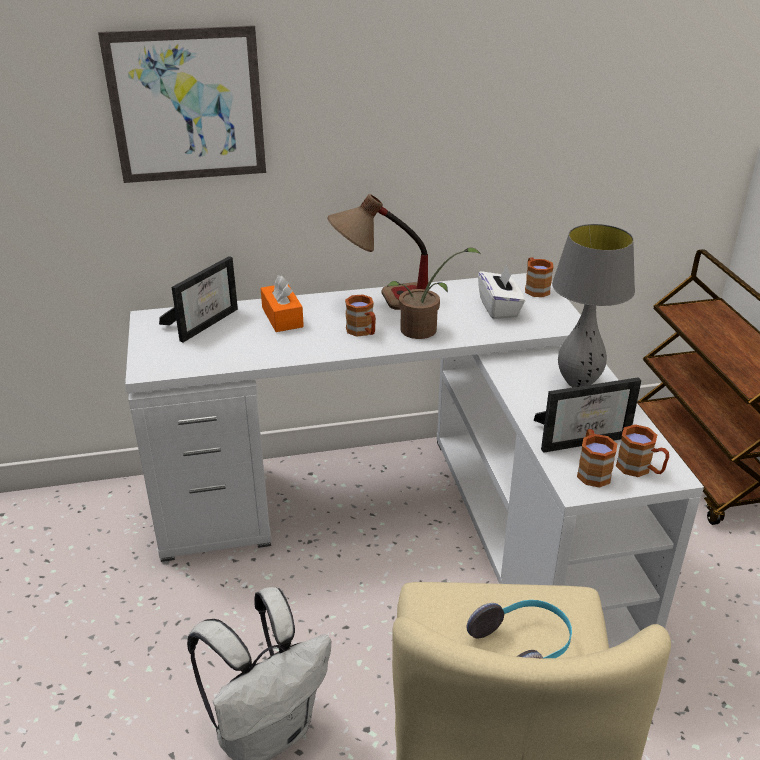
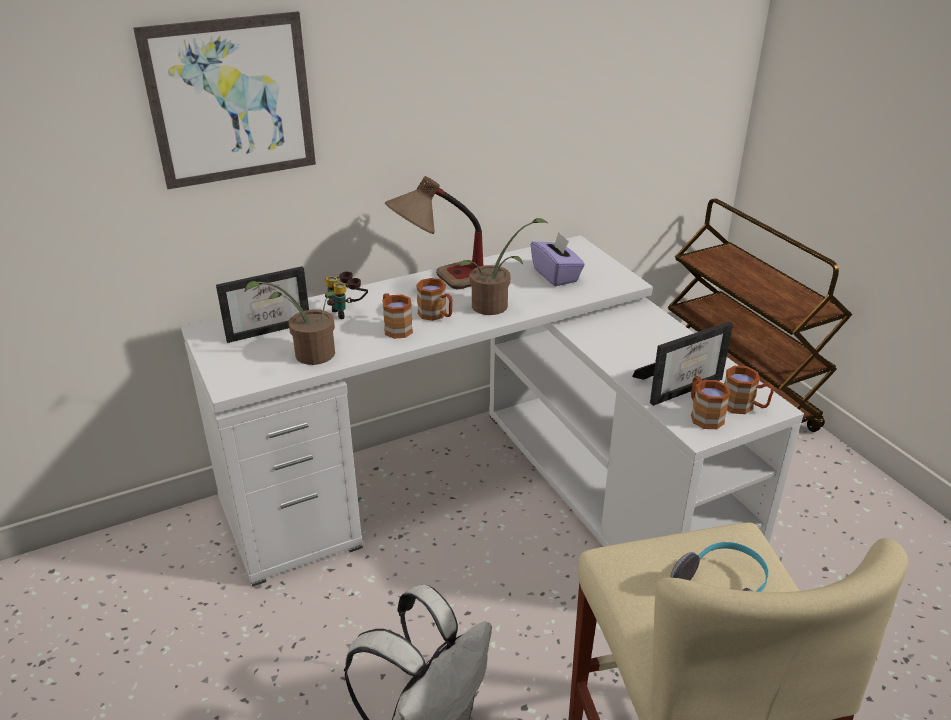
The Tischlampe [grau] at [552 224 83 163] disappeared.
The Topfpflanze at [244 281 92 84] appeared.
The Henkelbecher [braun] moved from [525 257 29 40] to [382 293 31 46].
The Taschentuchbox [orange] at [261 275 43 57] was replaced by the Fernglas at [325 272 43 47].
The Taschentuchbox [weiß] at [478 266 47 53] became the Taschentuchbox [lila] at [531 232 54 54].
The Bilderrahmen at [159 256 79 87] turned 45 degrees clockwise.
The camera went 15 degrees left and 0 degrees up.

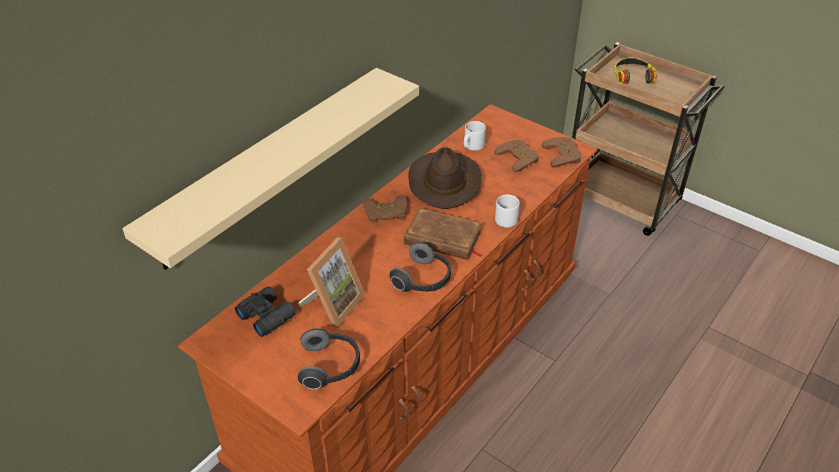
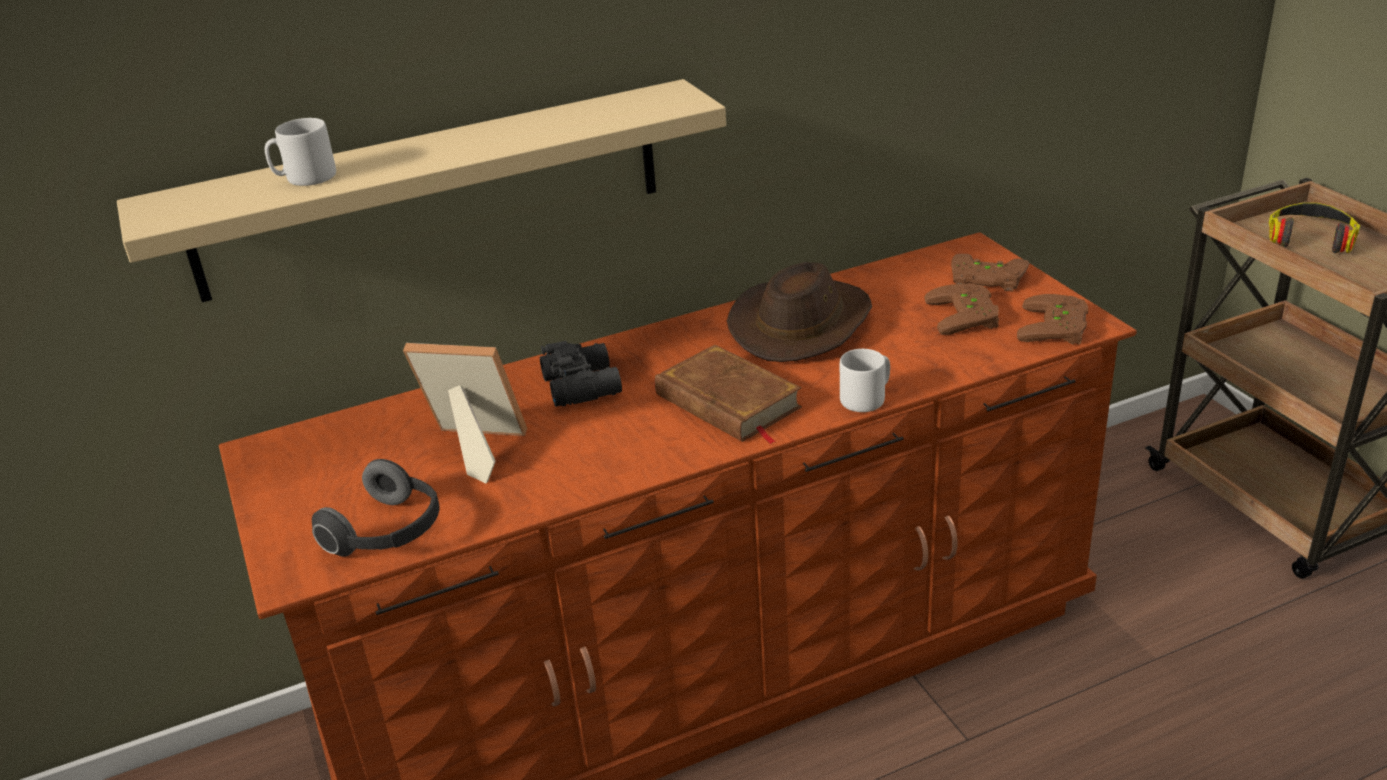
The Kopfhörer at [390 242 61 50] disappeared.
The Fernglas [schwarz] moved from [235 286 61 51] to [540 341 82 66].
The Gamepad [braun] moved from [363 195 44 27] to [951 254 78 38].
The Henkelbecher [grau] moved from [464 121 22 30] to [265 118 71 68].
The Bilderrahmen at [298 237 67 91] turned 135 degrees counterclockwise.
The camera went 30 degrees right and 10 degrees down.

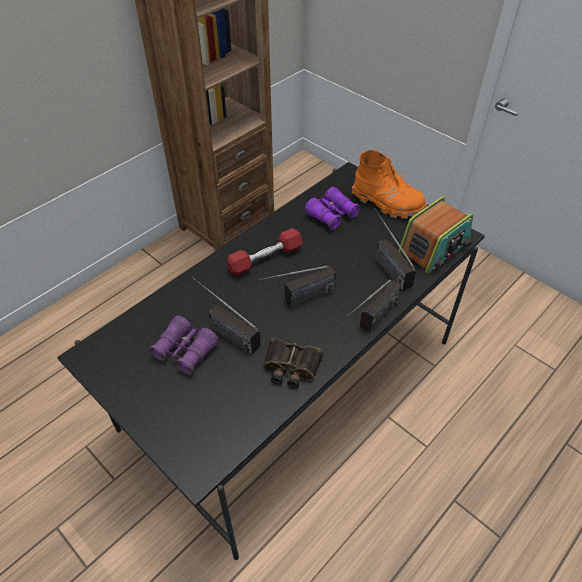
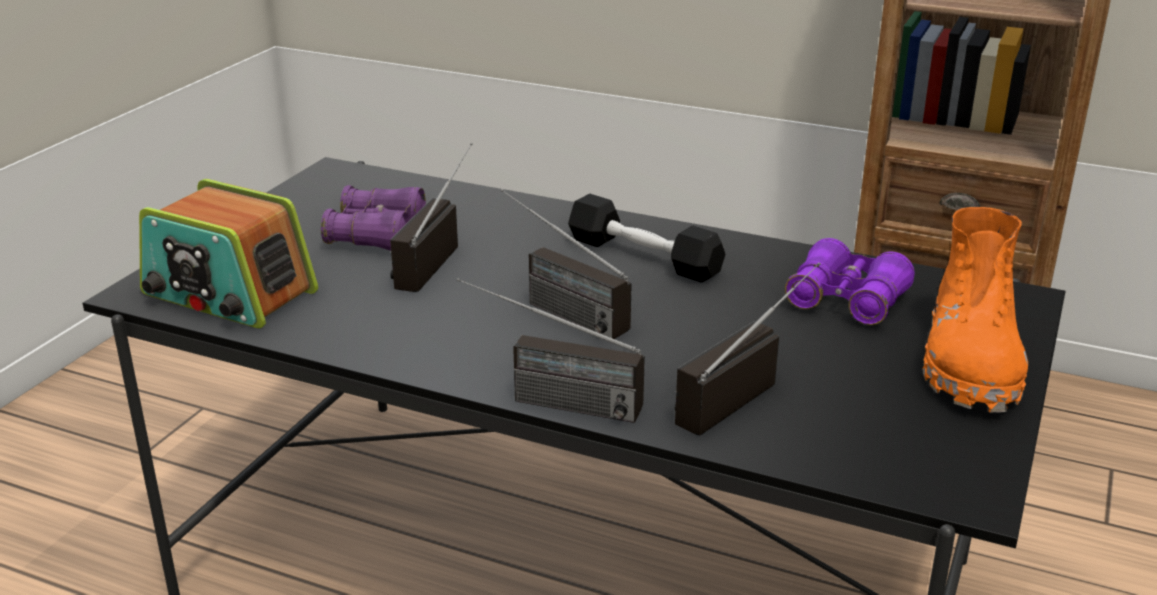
The Fernglas at [263 338 61 50] disappeared.
The Radio moved from [398 197 75 77] to [139 179 179 149].
The Hantel [rot] at [227 228 76 48] became the Hantel [schwarz] at [568 194 158 88].
The camera went 70 degrees right and 20 degrees down.

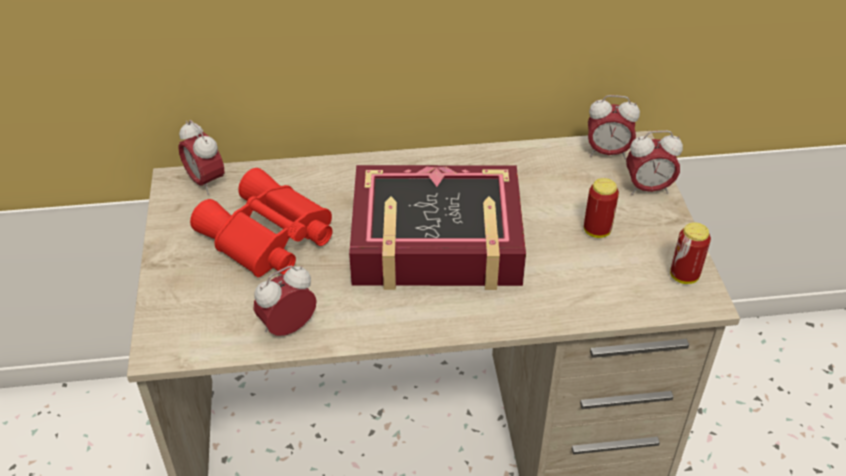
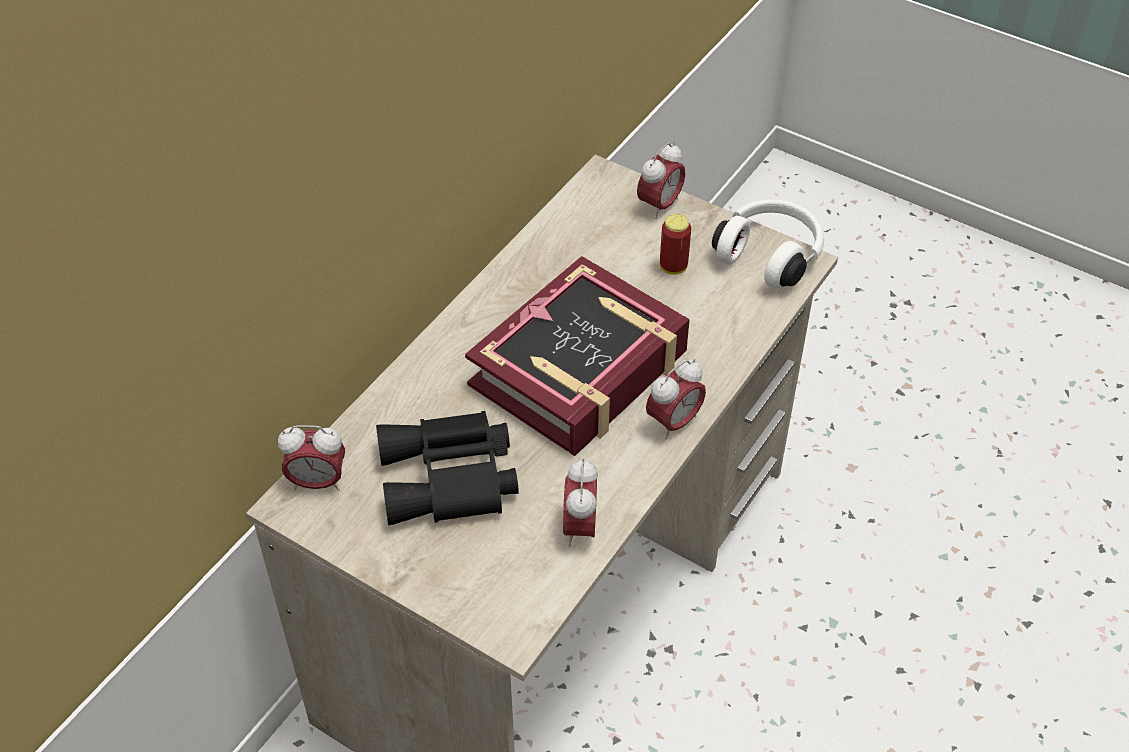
The Wecker moved from [588 95 52 64] to [646 359 60 80].
The Dose at [670 222 41 62] was replaced by the Kopfhörer [weiß] at [712 199 112 90].
The Fernglas [rot] at [190 168 142 109] became the Fernglas [schwarz] at [376 411 143 114].
The camera went 50 degrees left and 5 degrees up.

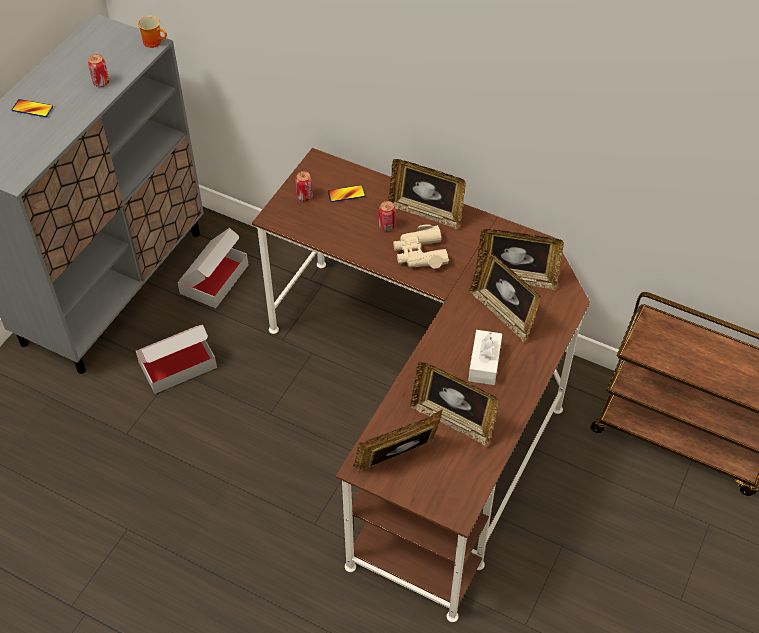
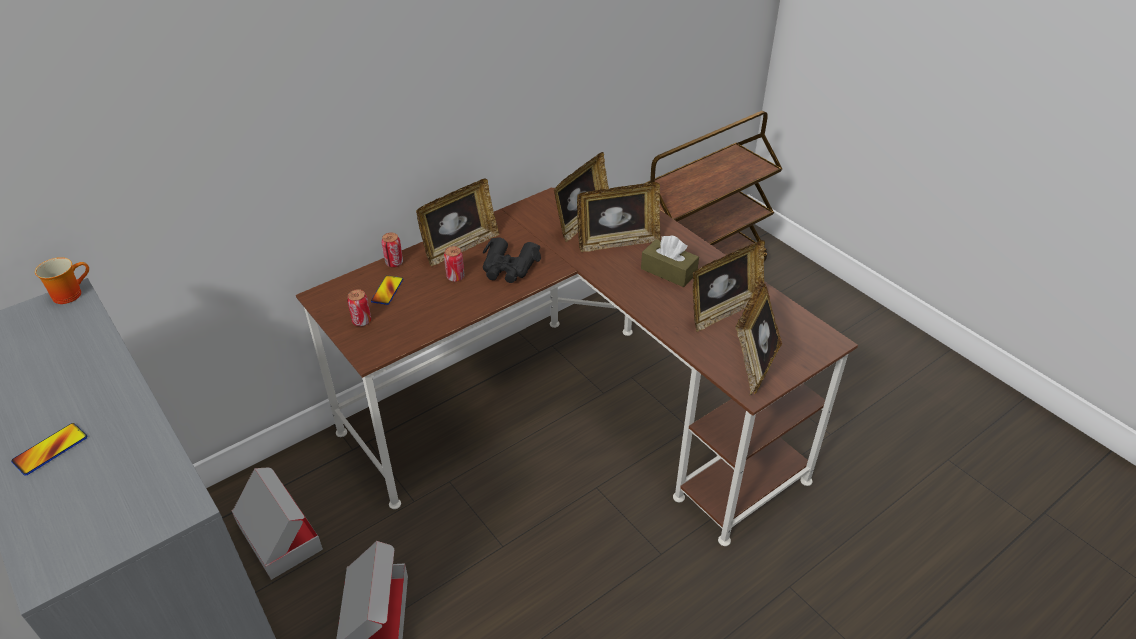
The Dose moved from [88 54 21 33] to [382 232 21 36].
The Fernglas [beige] at [393 224 56 45] became the Fernglas [schwarz] at [482 237 59 46].
The Taschentuchbox [weiß] at [468 330 34 55] became the Taschentuchbox [braun] at [641 235 58 52].
The camera went 65 degrees left and 10 degrees down.

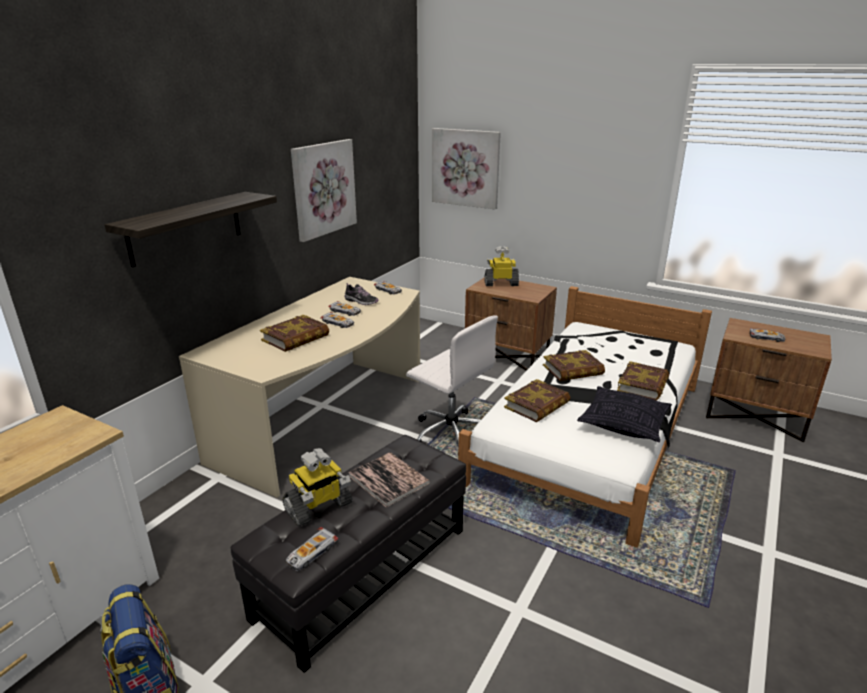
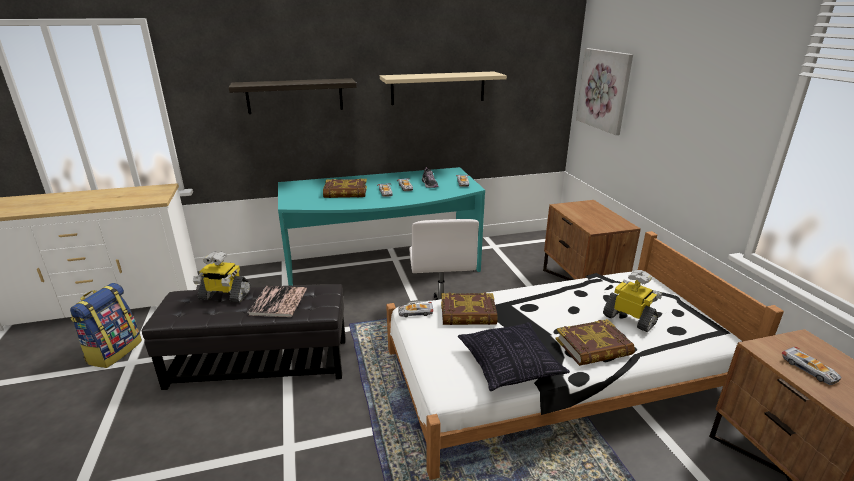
The Buch at [543 350 62 31] disappeared.
The Spielzeugauto moved from [286 527 52 44] to [398 302 35 15].
The Spielzeugroboter moved from [484 246 35 40] to [603 270 59 62].
The Bild at [291 139 66 103] was replaced by the Wandregal [beige] at [380 71 127 34].
The Schreibtisch [beige] at [179 277 241 220] became the Schreibtisch [türkis] at [278 167 207 119].
The camera went 45 degrees right and 0 degrees up.

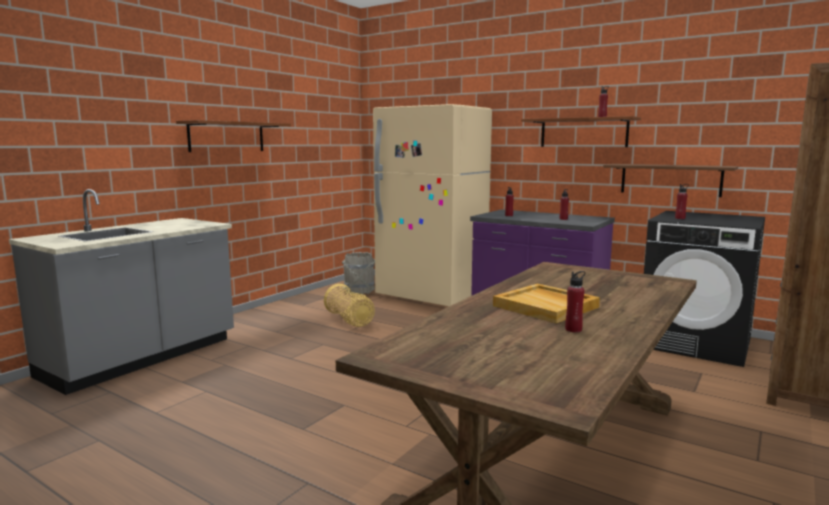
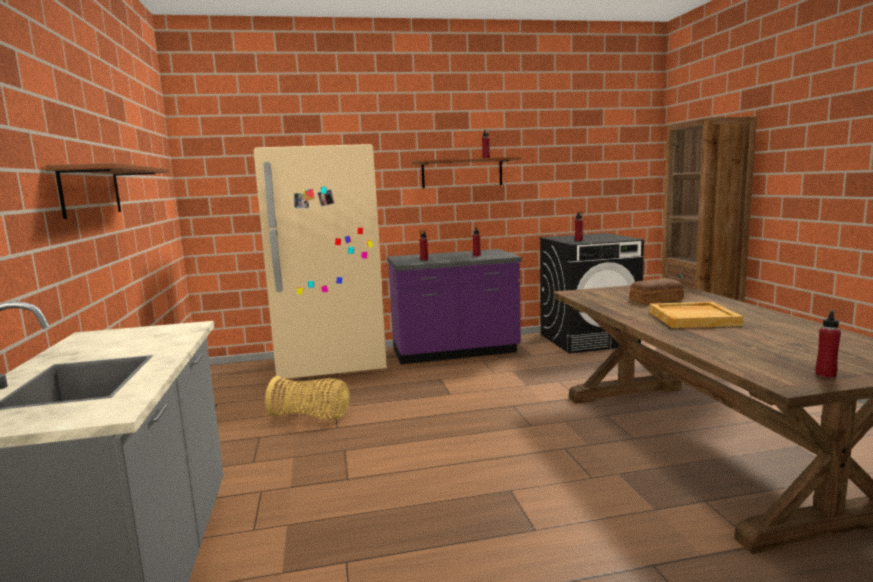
The Eimer [grau] at [342 252 33 42] disappeared.
The Wandregal [braun] at [603 164 135 33] disappeared.
The Brot at [629 278 55 26] appeared.
The Flasche [rot] moved from [565 271 21 61] to [815 310 26 68].
The camera went 45 degrees left and 0 degrees up.

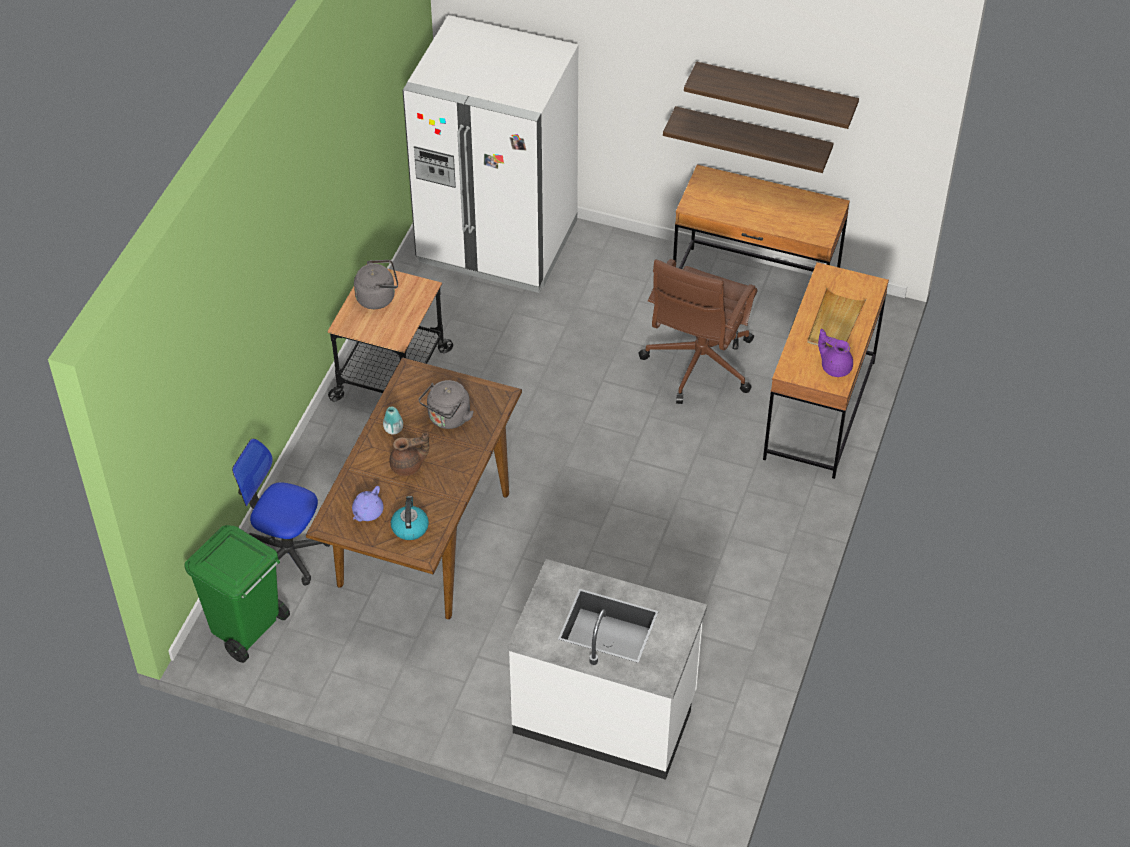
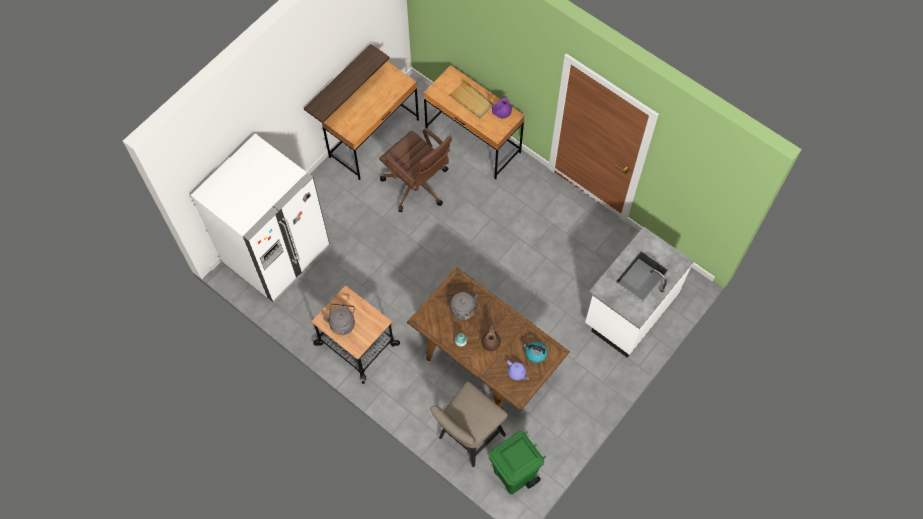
The Wandregal at [684 62 175 67] disappeared.
The Bürostuhl at [232 439 98 146] was replaced by the Hocker [beige] at [430 381 78 86].
The camera went 70 degrees left and 15 degrees up.

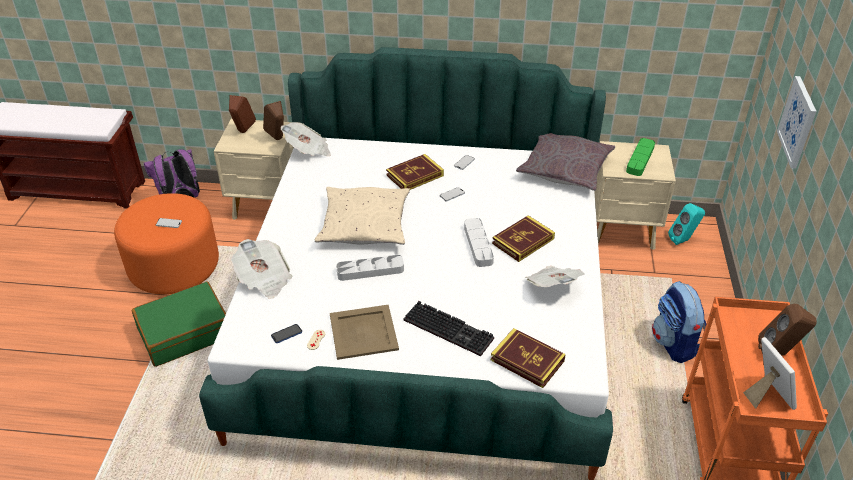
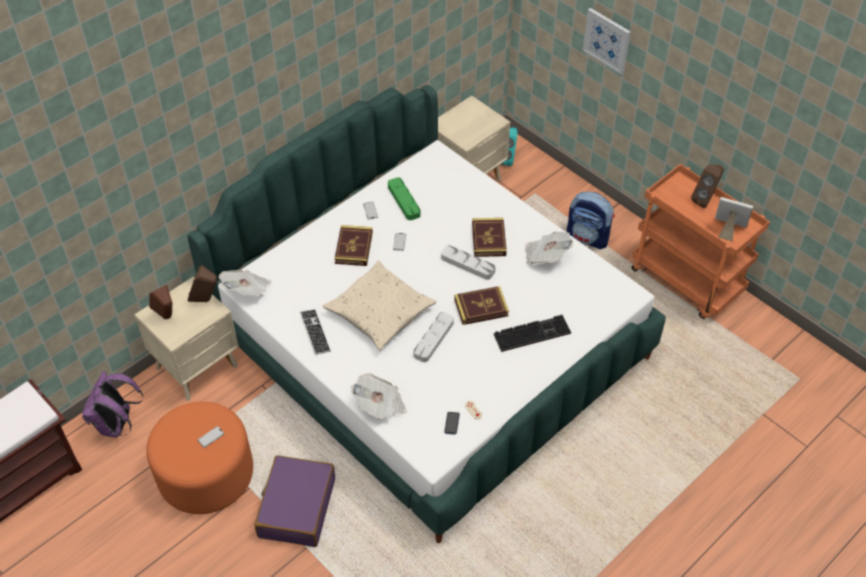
The Tablett [beige] at [330 305 69 55] disappeared.
The Kissen [grau] at [516 133 99 58] disappeared.
The Tastatur at [300 309 31 45] appeared.
The Buch moved from [491 328 75 60] to [454 286 55 39].
The Tablett [grün] moved from [626 138 29 38] to [388 177 33 43].
The Koffer [grün] at [132 282 94 85] became the Koffer [lila] at [255 455 80 92].
The camera went 50 degrees left and 10 degrees up.

